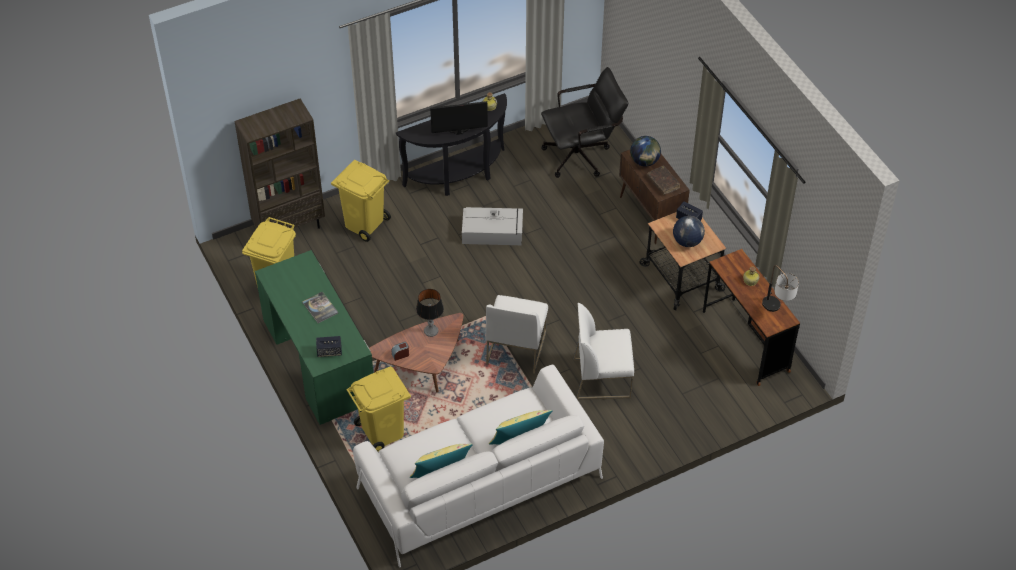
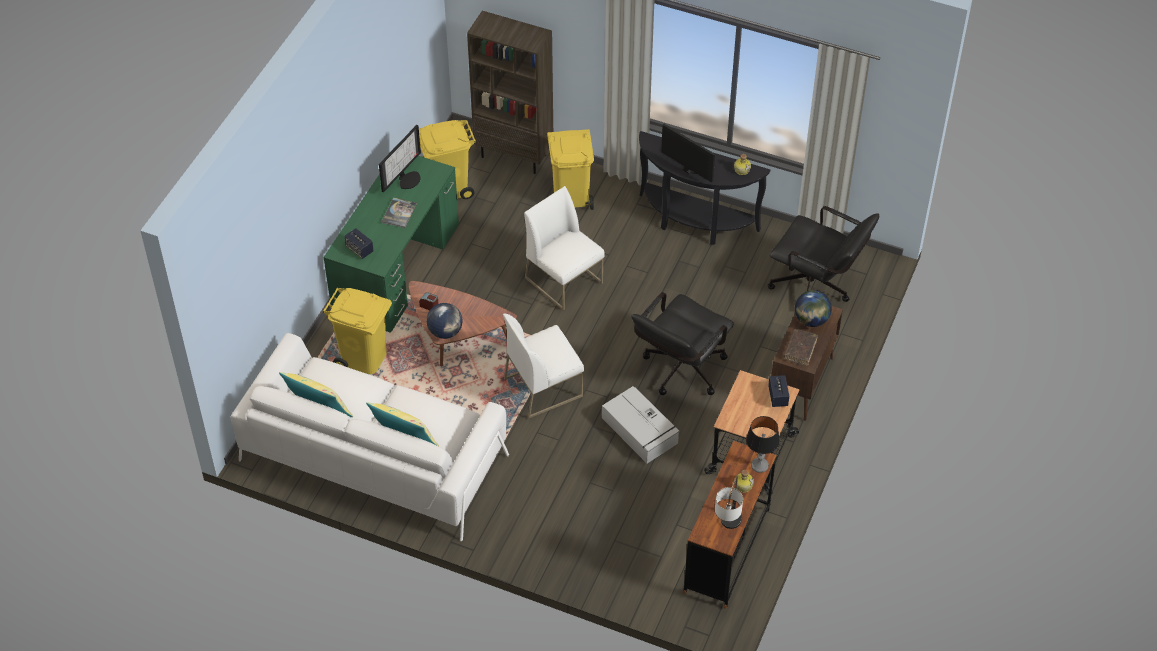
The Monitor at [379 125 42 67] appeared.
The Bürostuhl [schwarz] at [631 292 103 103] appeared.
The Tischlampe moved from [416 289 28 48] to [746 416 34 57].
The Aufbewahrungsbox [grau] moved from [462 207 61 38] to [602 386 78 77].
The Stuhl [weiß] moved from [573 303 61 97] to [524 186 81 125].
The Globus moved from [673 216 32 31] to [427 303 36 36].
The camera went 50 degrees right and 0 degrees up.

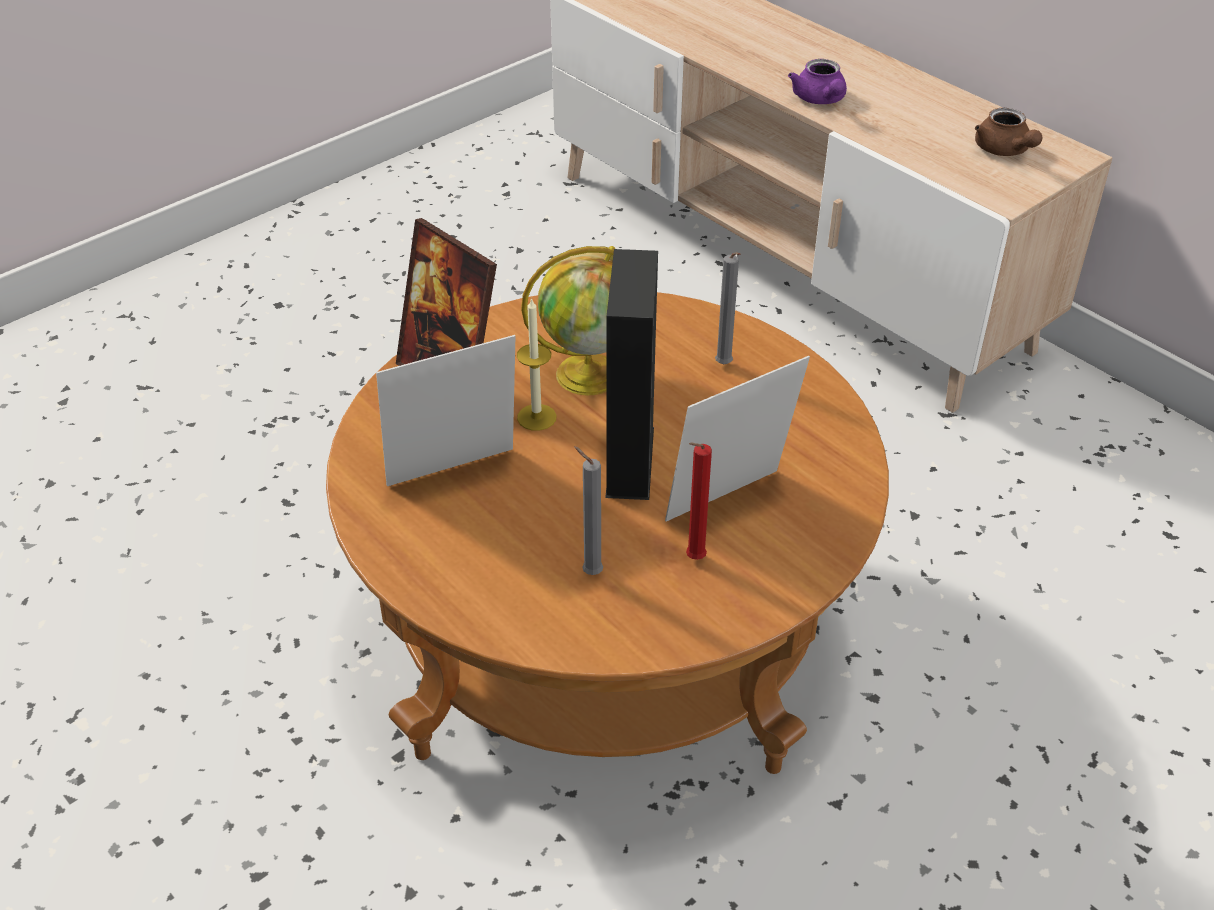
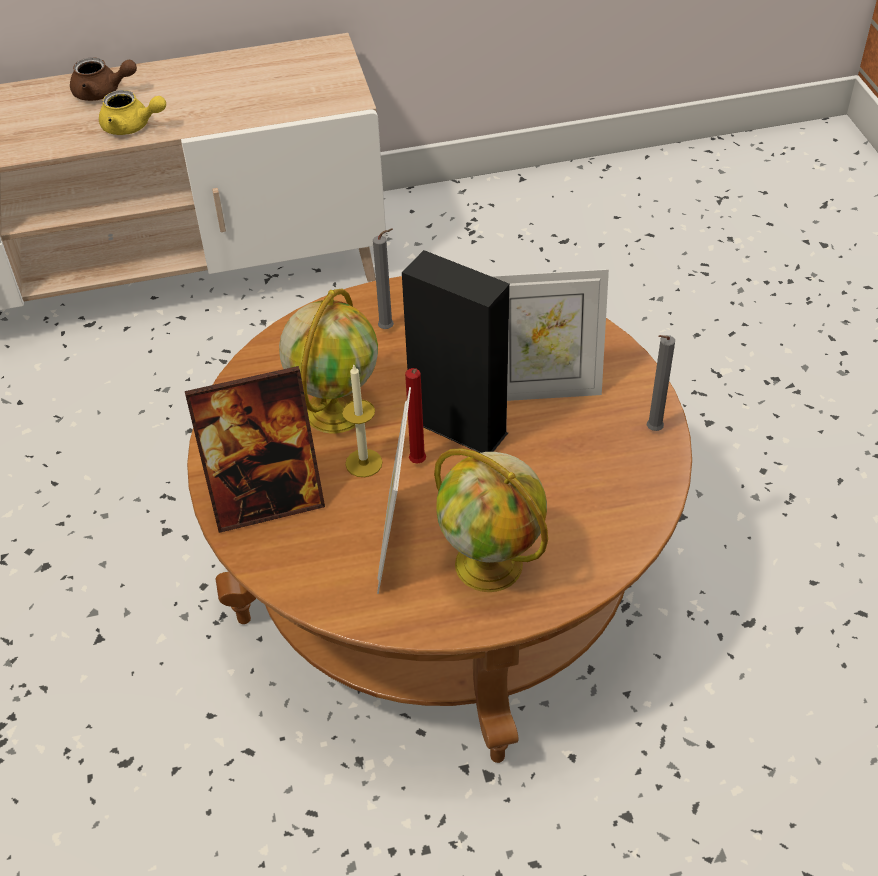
The Globus at [434 448 114 144] appeared.
The Kerze [grau] moved from [574 446 29 129] to [647 335 28 96].
The Kerze [rot] moved from [686 442 26 118] to [405 368 21 95].
The Teekanne [braun] moved from [975 108 68 48] to [70 57 67 44].
The Teekanne [lila] at [788 59 59 45] became the Teekanne [gelb] at [99 90 67 45].
The Bilderrahmen at [665 356 145 166] turned 90 degrees counterclockwise.
The camera went 60 degrees left and 5 degrees up.

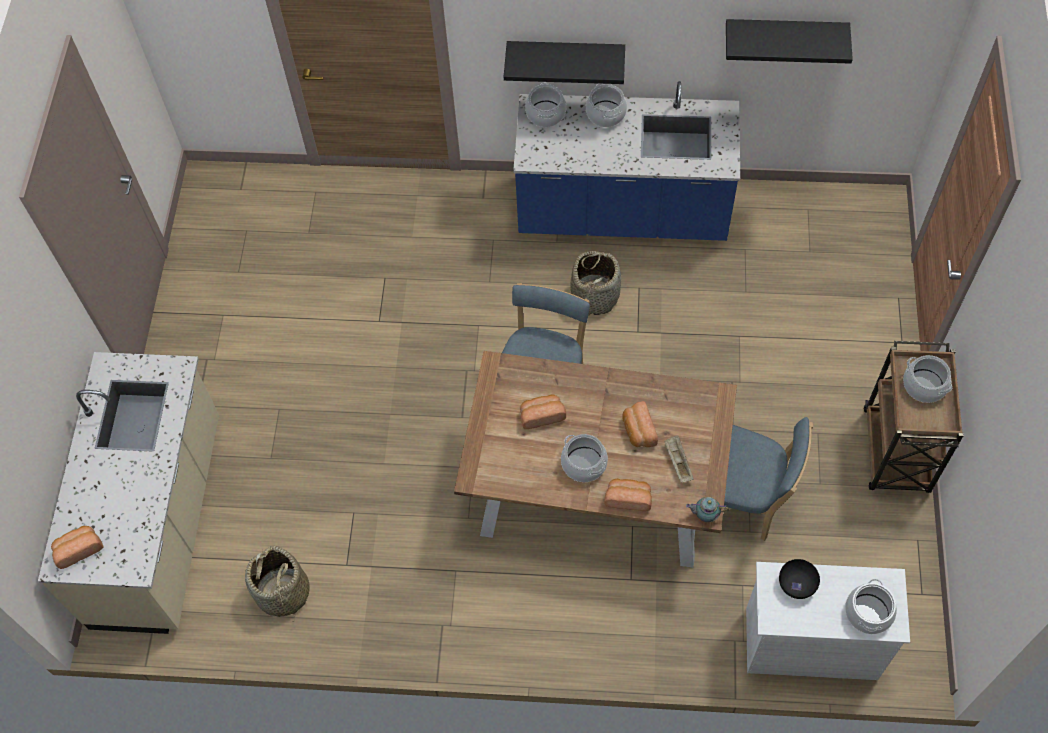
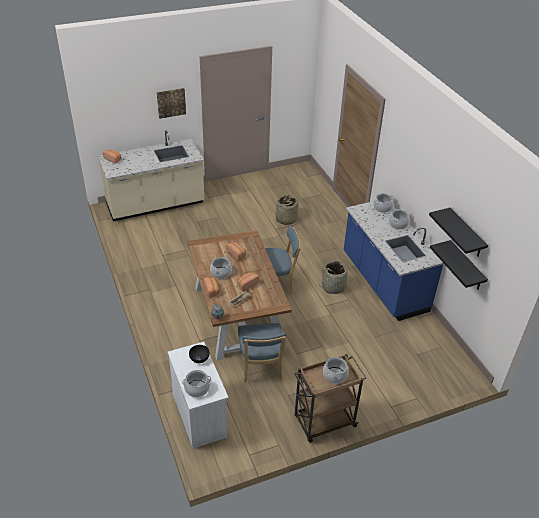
The Bild at [157 88 29 31] appeared.
The Korb moved from [245 546 65 76] to [276 195 22 30].
The Wandregal [schwarz] moved from [504 41 121 43] to [430 240 58 50].
The camera went 60 degrees right and 20 degrees down.

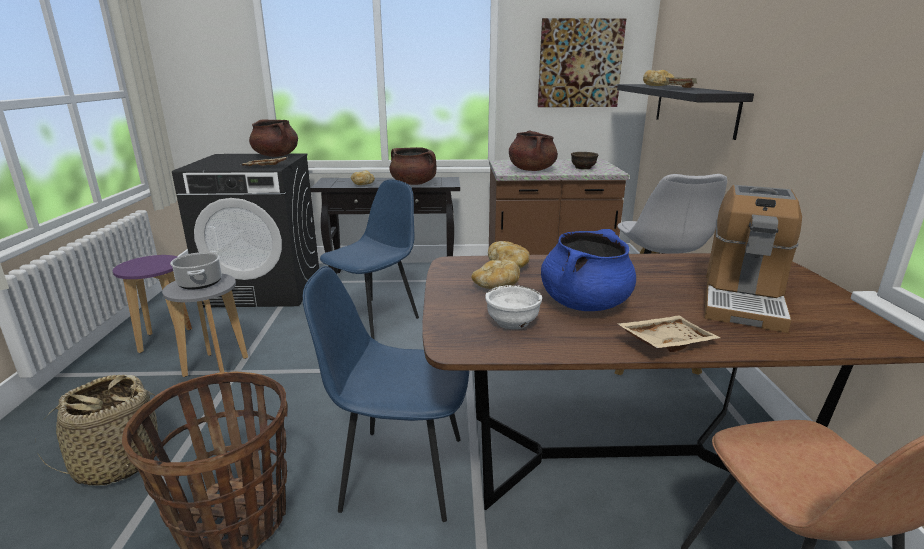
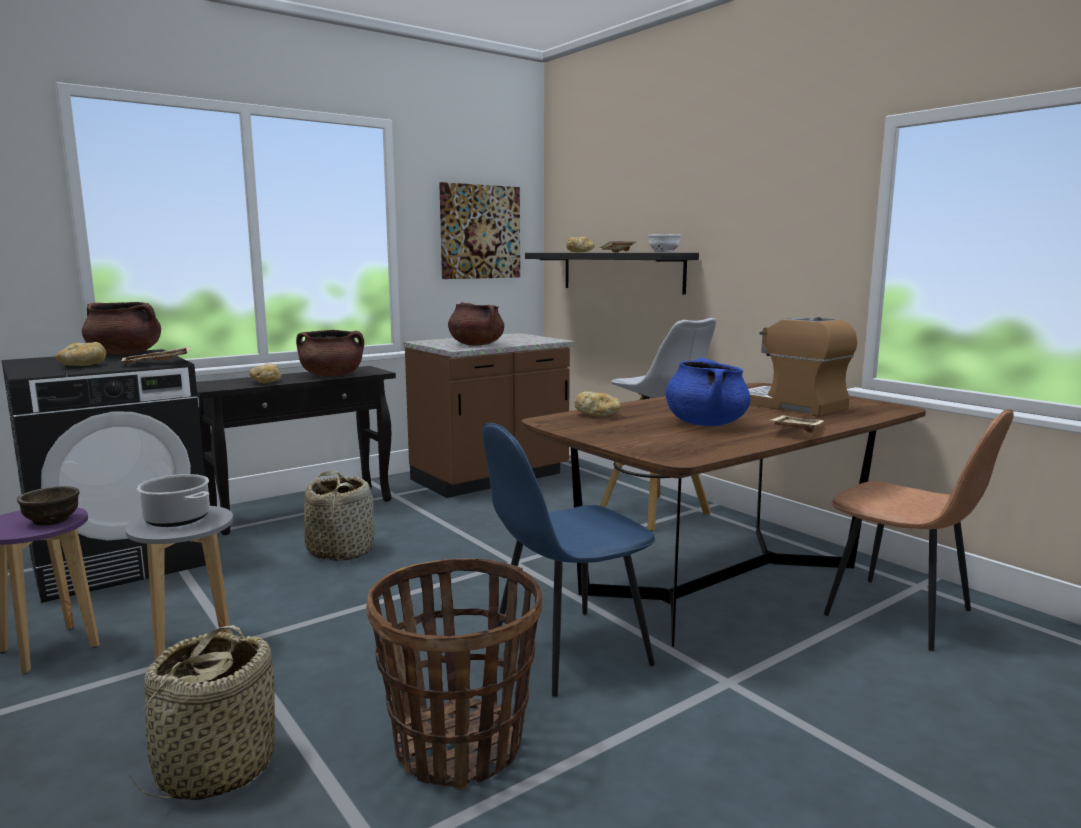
The Brot moved from [471 260 49 29] to [56 342 50 24].
The Schüssel [weiß] moved from [485 285 57 44] to [648 234 33 18].
The Schüssel [braun] moved from [571 152 27 17] to [17 486 62 40].
The Stuhl [blau] at [320 179 99 161] was replaced by the Korb at [304 471 70 90].
The Kaffeemaschine at [704 185 98 148] turned 150 degrees clockwise.
The camera went 35 degrees left and 10 degrees down.

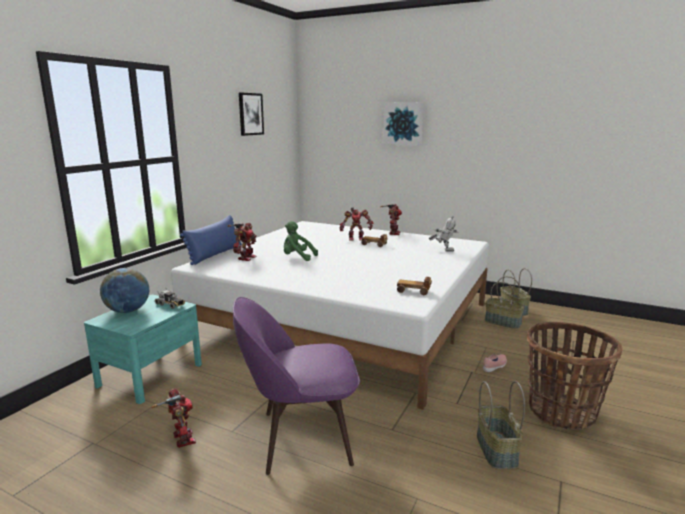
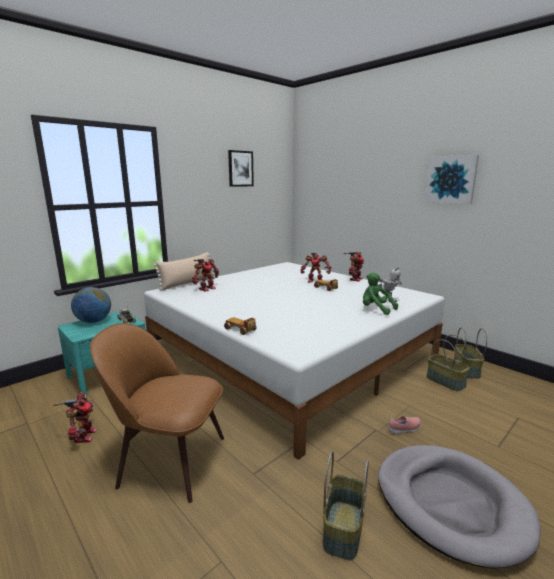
The Plüschtier [grün] moved from [284 221 34 40] to [363 272 35 43].
The Bild moved from [383 102 42 44] to [425 155 54 49].
The Spielzeugauto moved from [397 277 35 18] to [224 317 33 18].
The Korb at [527 322 96 108] was replaced by the Hundebett [grau] at [378 445 163 124].
The Kissen [blau] at [180 215 62 50] became the Kissen [beige] at [154 252 61 38].
The Stuhl [lila] at [233 297 127 178] became the Stuhl [braun] at [90 323 134 180].
The camera went 20 degrees right and 0 degrees up.

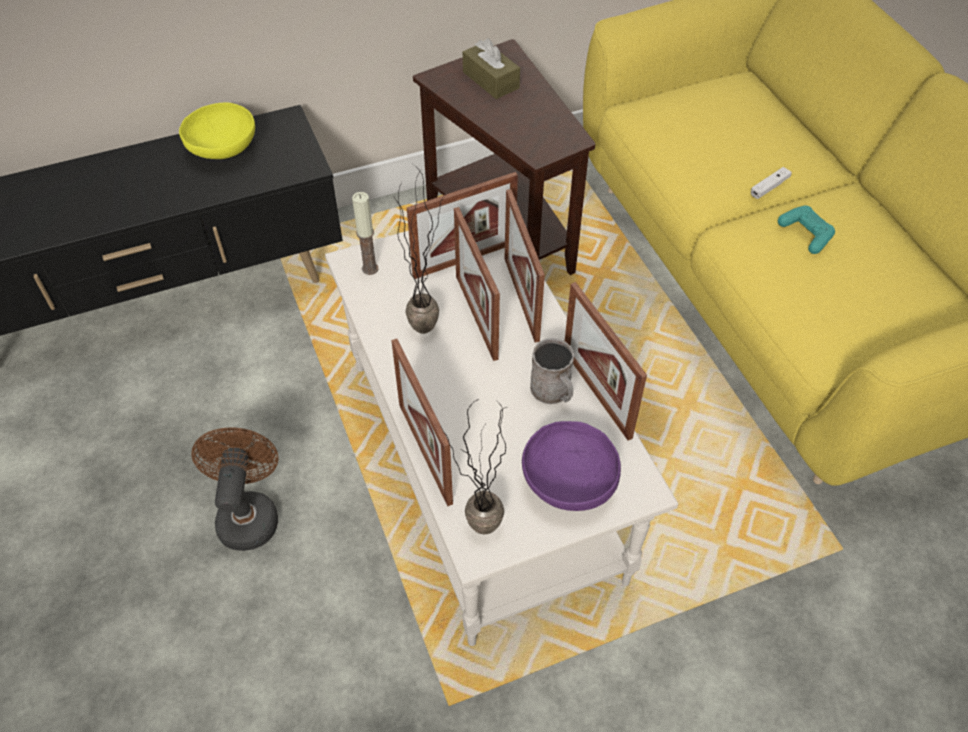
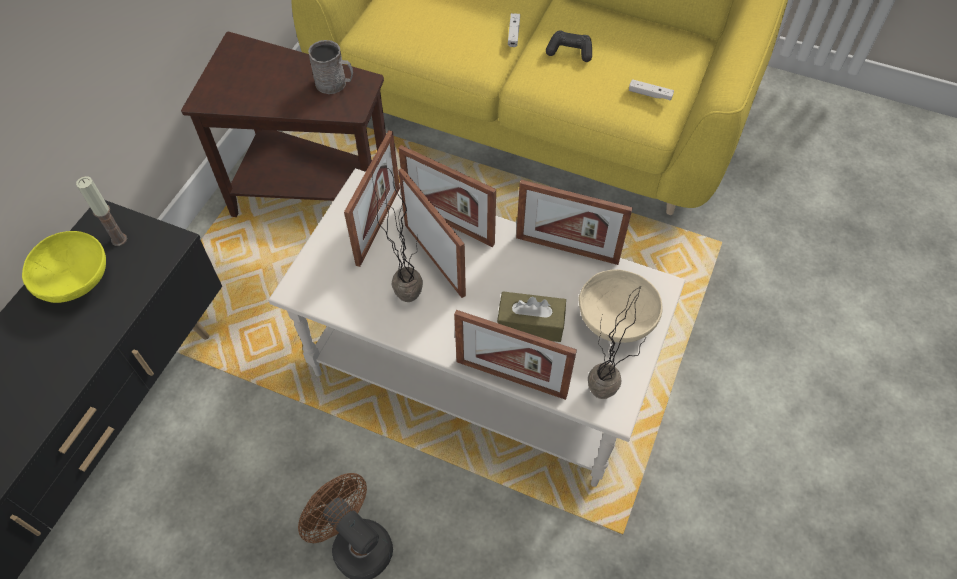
The Gamepad [weiß] at [629 79 45 22] appeared.
The Kerze moved from [352 192 26 83] to [76 176 51 70].
The Taschentuchbox [braun] moved from [463 38 57 61] to [497 291 69 51].
The Henkelbecher [grau] moved from [530 338 44 66] to [308 40 45 54].
The Schüssel [lila] at [522 421 99 90] became the Schüssel [beige] at [578 269 85 74].
The Gamepad [türkis] at [778 205 57 49] became the Gamepad [schwarz] at [546 31 46 31].
The Bilderrahmen at [454 207 46 154] turned 150 degrees counterclockwise.
The camera went 45 degrees left and 5 degrees up.

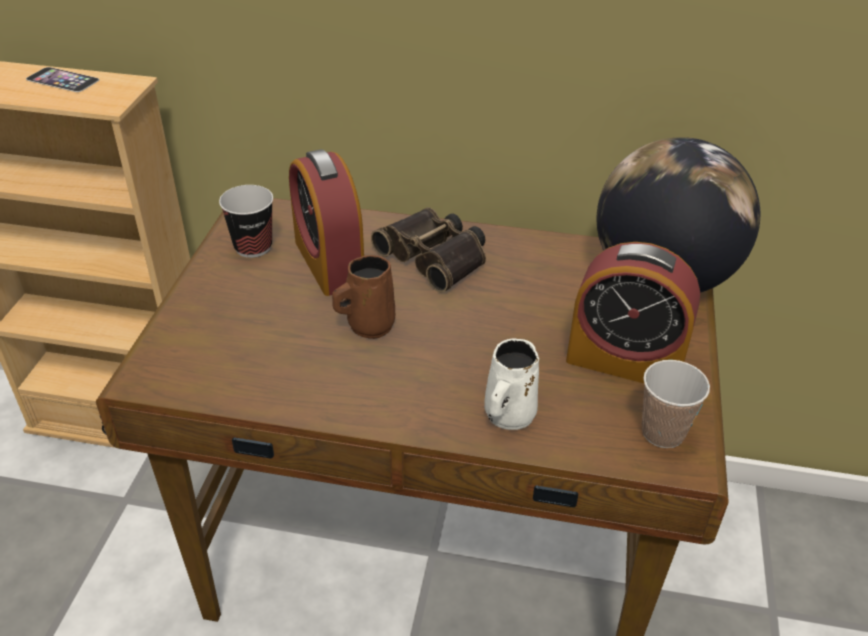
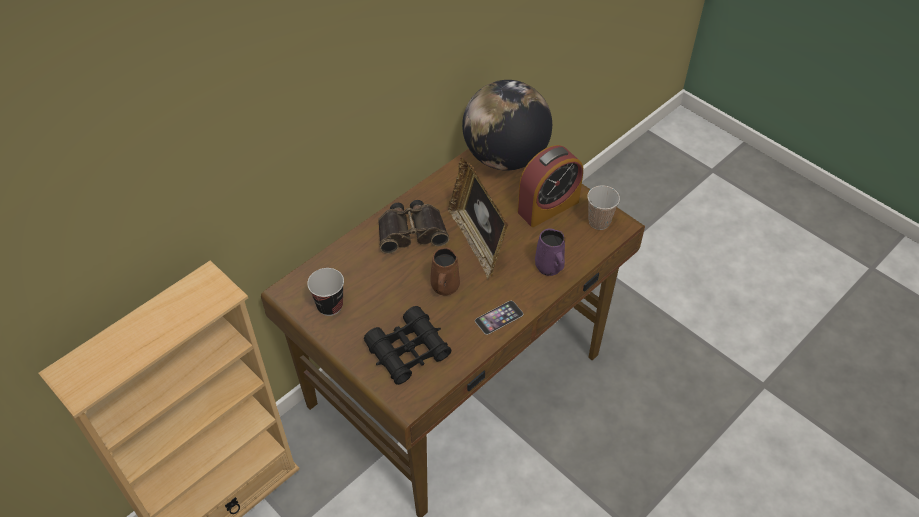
The Wecker at [289 149 75 147] disappeared.
The Fernglas [schwarz] at [364 306 87 79] appeared.
The Bilderrahmen at [448 157 60 122] appeared.
The Handy moved from [26 67 73 25] to [475 301 49 34].
The Henkelbecher [weiß] at [484 339 55 91] became the Henkelbecher [lila] at [535 228 30 48].
The camera went 55 degrees left and 10 degrees up.

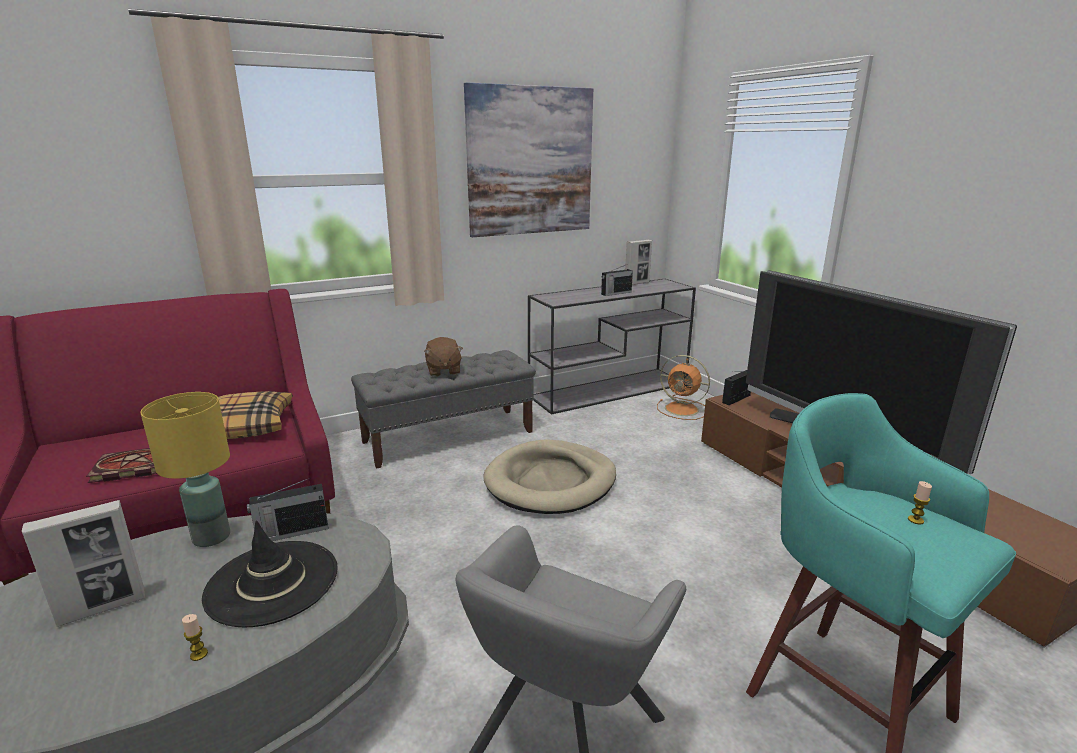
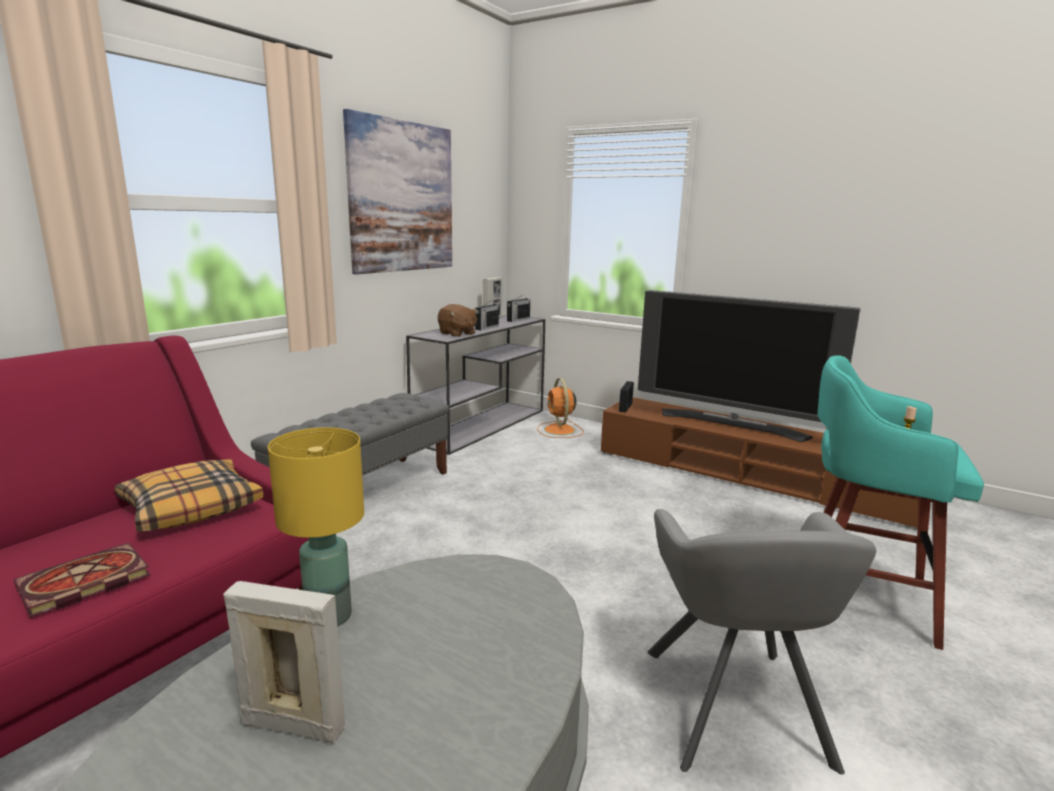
The Kerze at [182 614 26 47] disappeared.
The Hut [schwarz] at [202 520 136 107] disappeared.
The Hundebett [beige] at [483 439 133 75] disappeared.
The Radio moved from [247 479 82 62] to [507 295 23 27].
The Plüschtier [braun] moved from [424 337 39 40] to [438 304 40 33].
The Bilderrahmen at [22 500 123 127] turned 105 degrees counterclockwise.
The Ventilator [orange] at [657 355 53 65] turned 75 degrees clockwise.
The camera went 30 degrees left and 5 degrees down.

